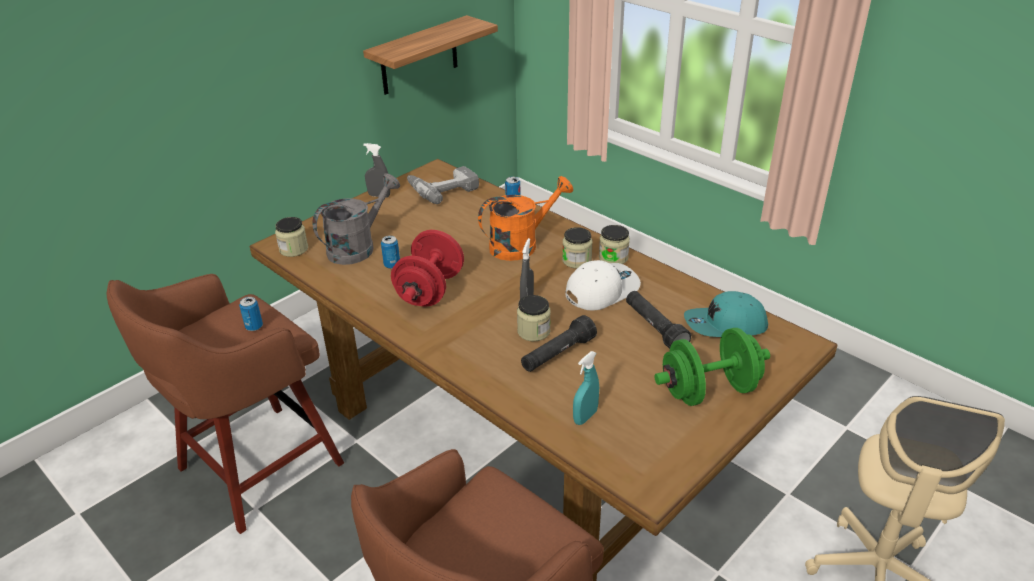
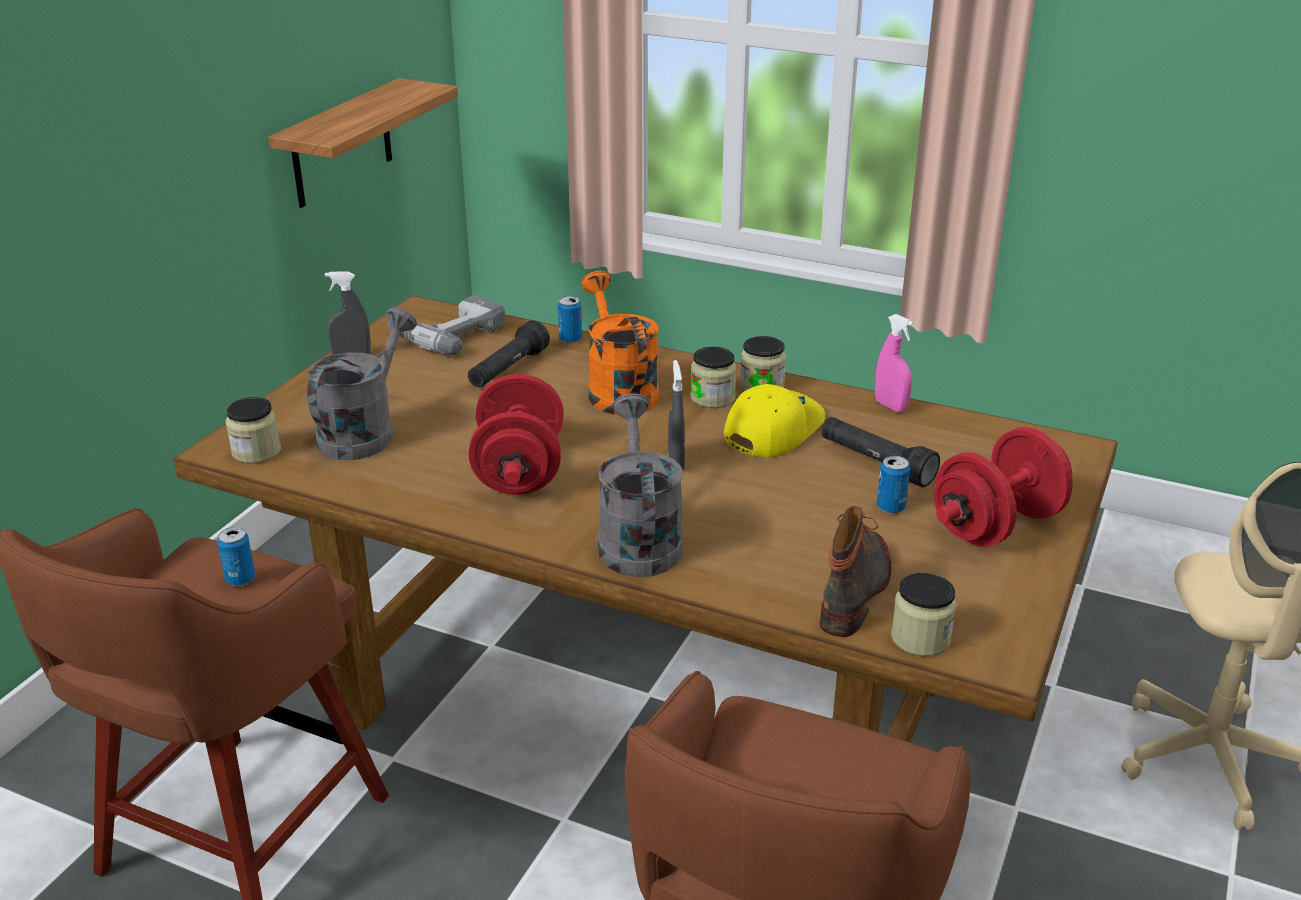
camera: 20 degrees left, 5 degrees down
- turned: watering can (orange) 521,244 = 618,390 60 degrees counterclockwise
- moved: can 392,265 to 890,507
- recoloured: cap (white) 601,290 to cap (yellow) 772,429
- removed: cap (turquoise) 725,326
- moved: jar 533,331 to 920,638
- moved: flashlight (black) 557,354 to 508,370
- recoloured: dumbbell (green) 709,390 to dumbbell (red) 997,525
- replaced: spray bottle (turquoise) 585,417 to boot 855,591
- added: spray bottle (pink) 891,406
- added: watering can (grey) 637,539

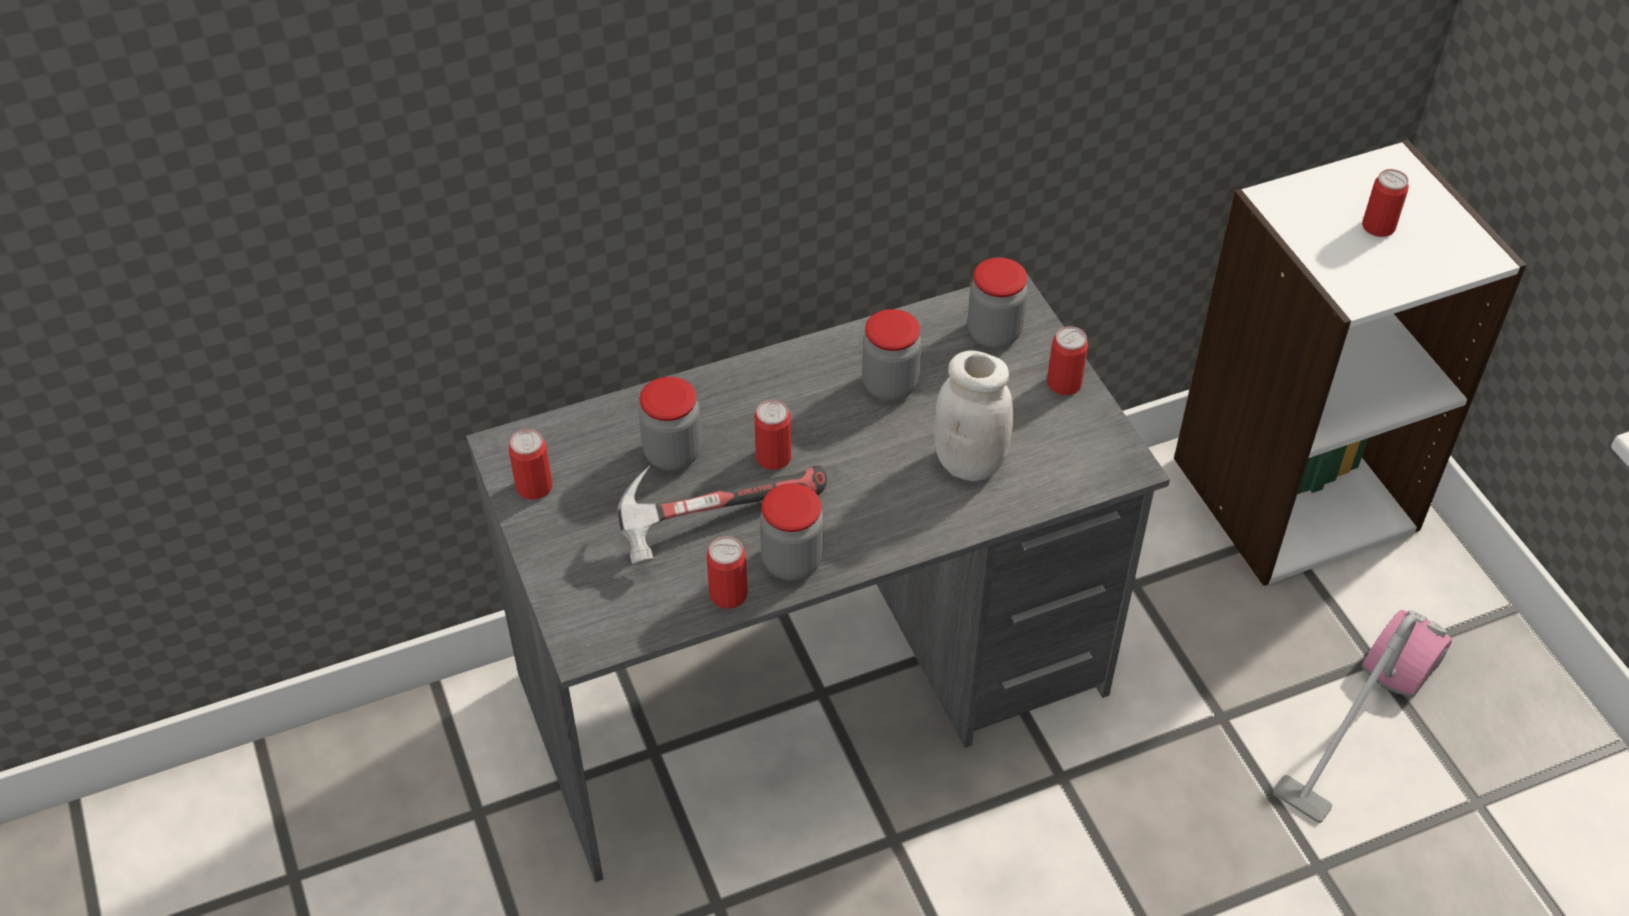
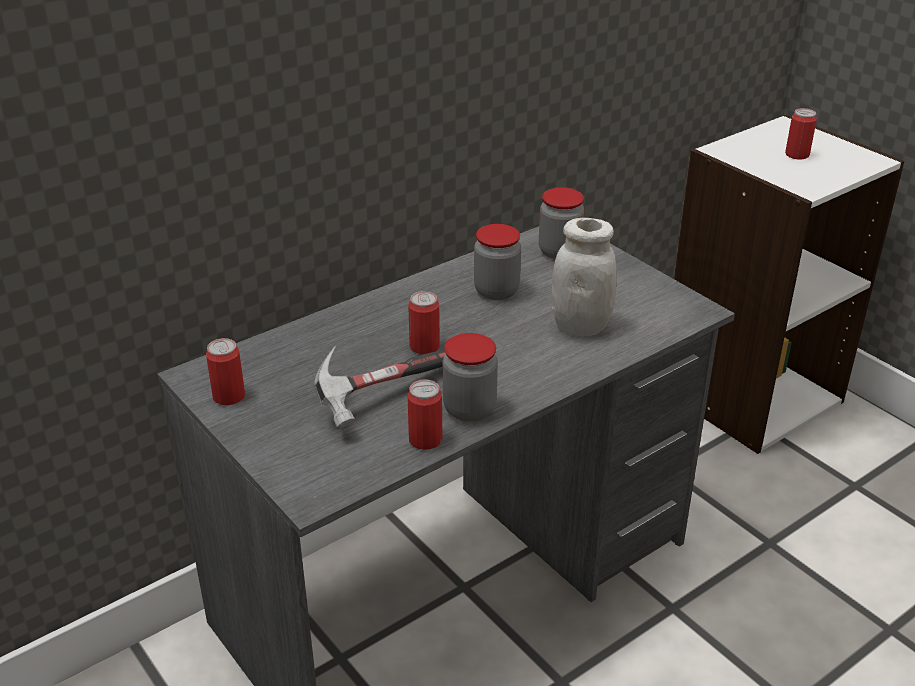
camera: 15 degrees left, 15 degrees down
- removed: can 1064,383
- removed: jar 672,453
- removed: vacuum cleaner 1360,720

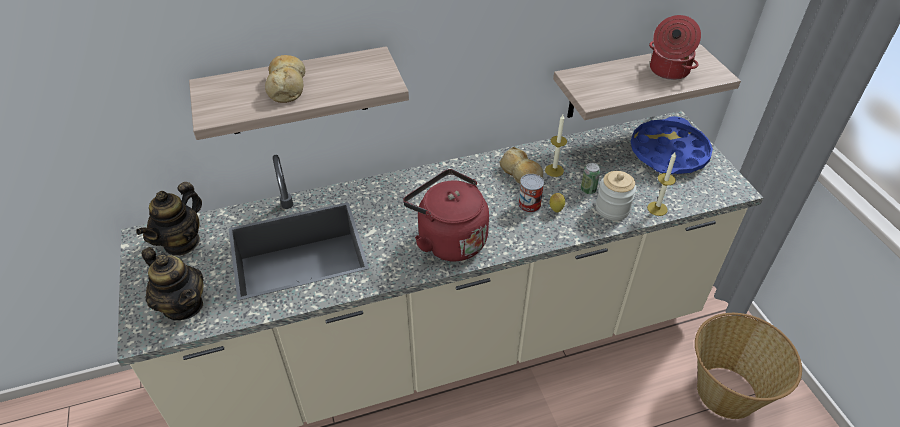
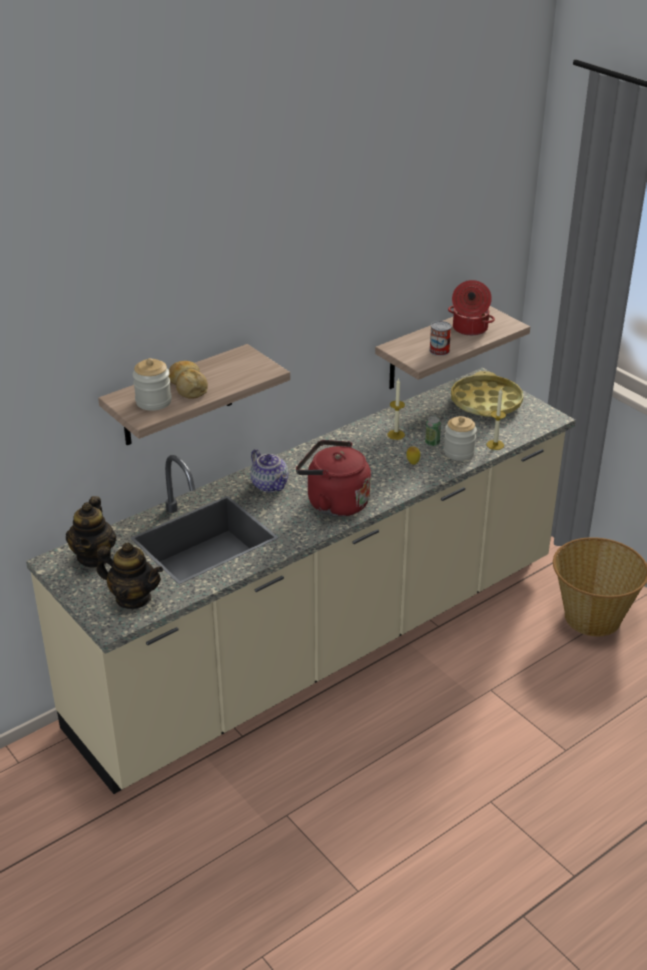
camera: 20 degrees left, 10 degrees down
- recoloured: tray (blue) 668,152 to tray (yellow) 486,402
- removed: bread 521,173
- moved: can 529,204 to 439,350
- added: jar 153,402
- added: teapot 270,485

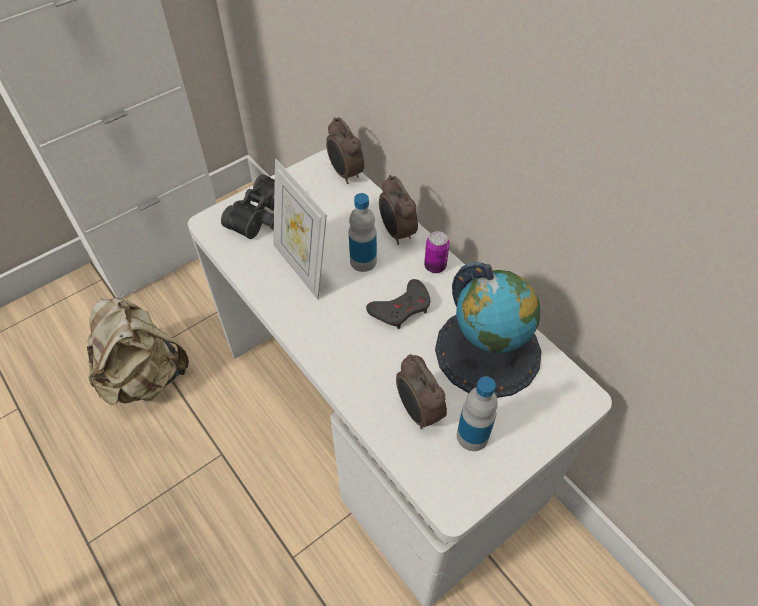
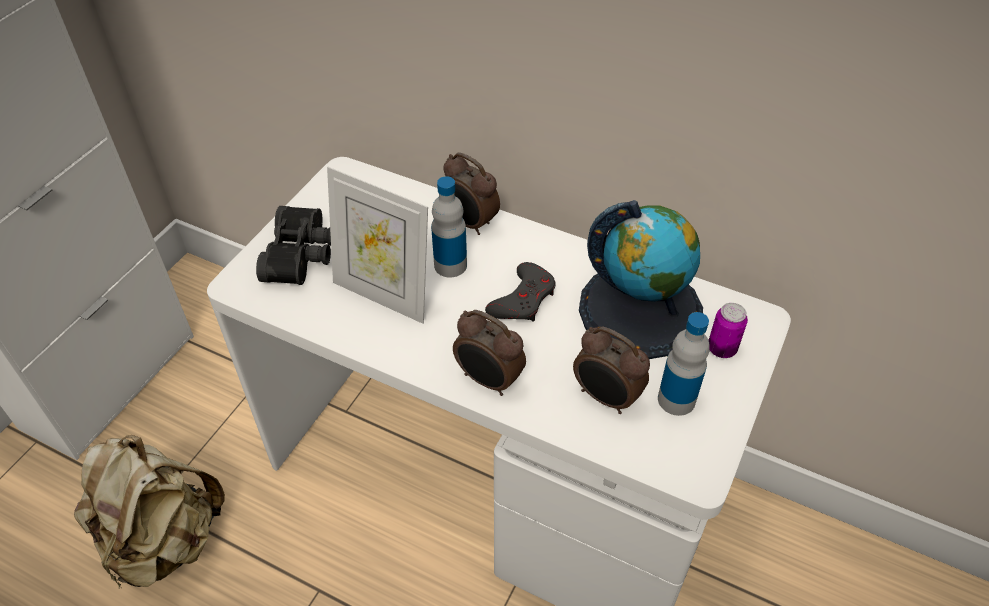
camera: 25 degrees left, 5 degrees down
- moved: alarm clock 345,174 to 488,380
- moved: can 435,266 to 721,349

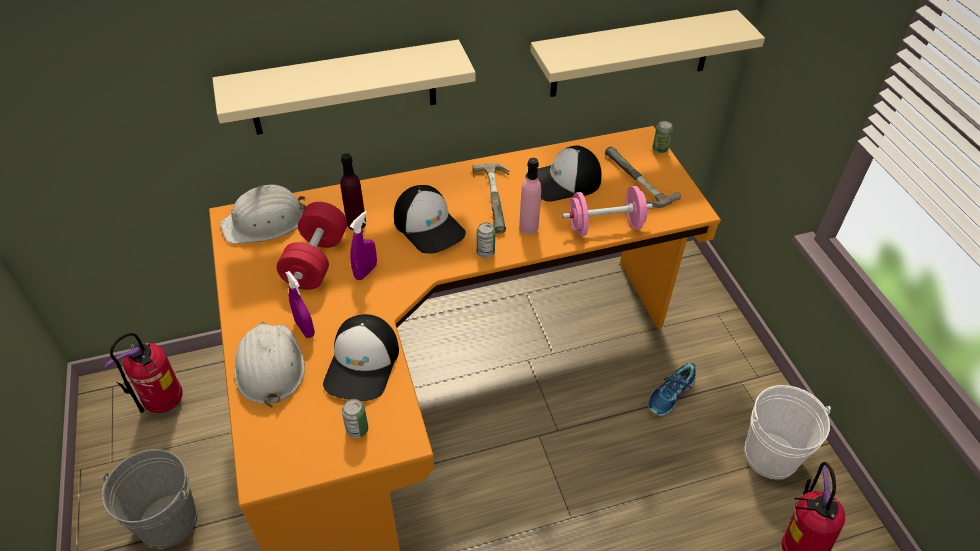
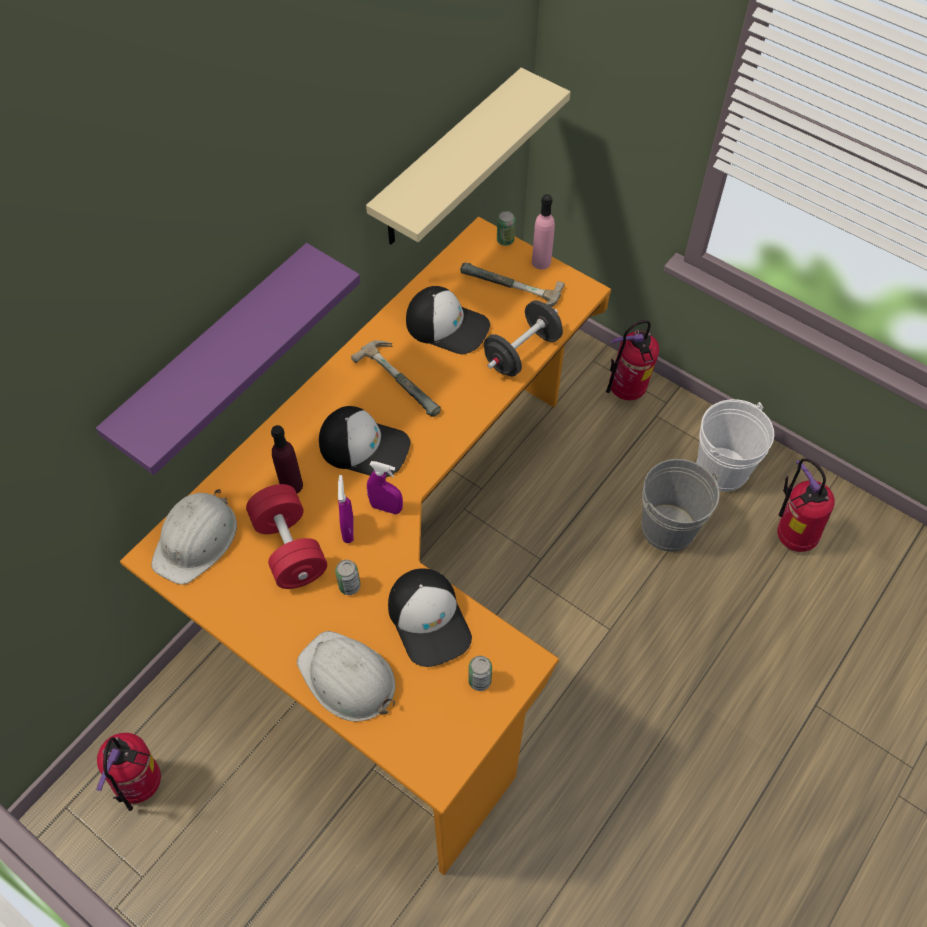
camera: 35 degrees left, 10 degrees up
- recoloured: shelf (beige) 344,88 to shelf (purple) 215,356
- turned: cap 563,182 = 447,325 105 degrees counterclockwise
- moved: bottle (pink) 528,227 to 541,262
- recoloured: dumbbell (pink) 605,226 to dumbbell (black) 522,352
- moved: can 485,252 to 349,586
- moved: spray bottle (purple) 305,329 to 386,507
- removed: shoe 671,395
- moved: bucket (grey) 168,521 to 668,528
- added: fire extinguisher 626,392

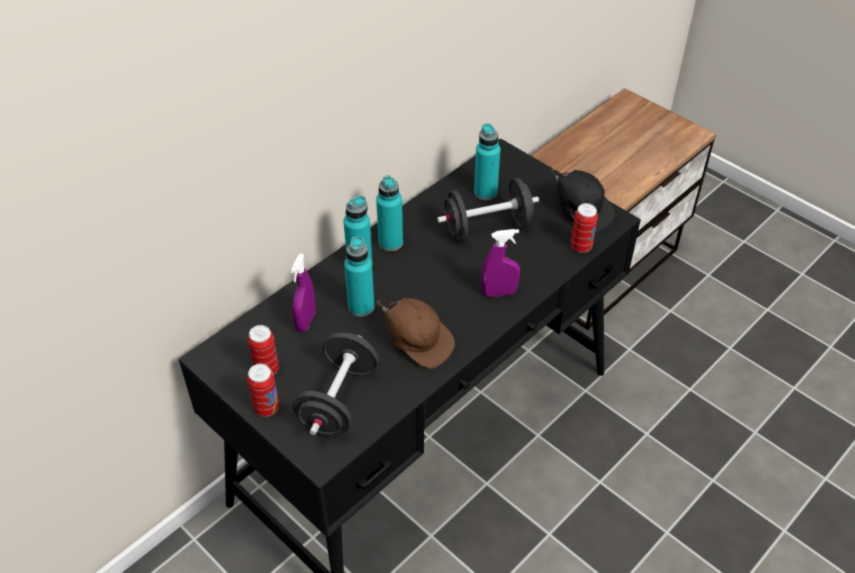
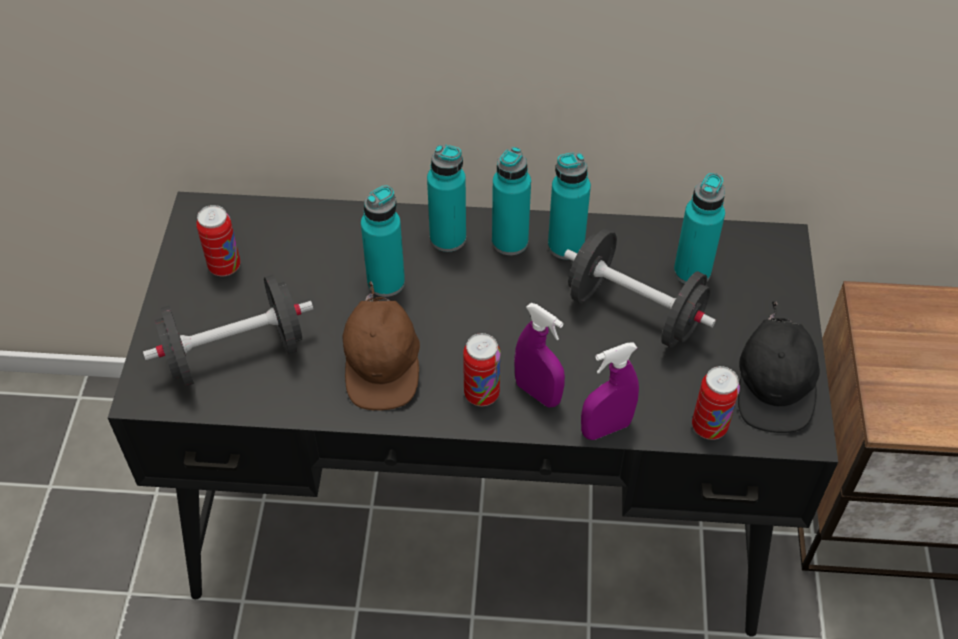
camera: 50 degrees right, 5 degrees up
- moved: spray bottle (purple) 306,321 to 606,428
- moved: can 266,408 to 481,394
- added: bottle (turquoise) 566,246

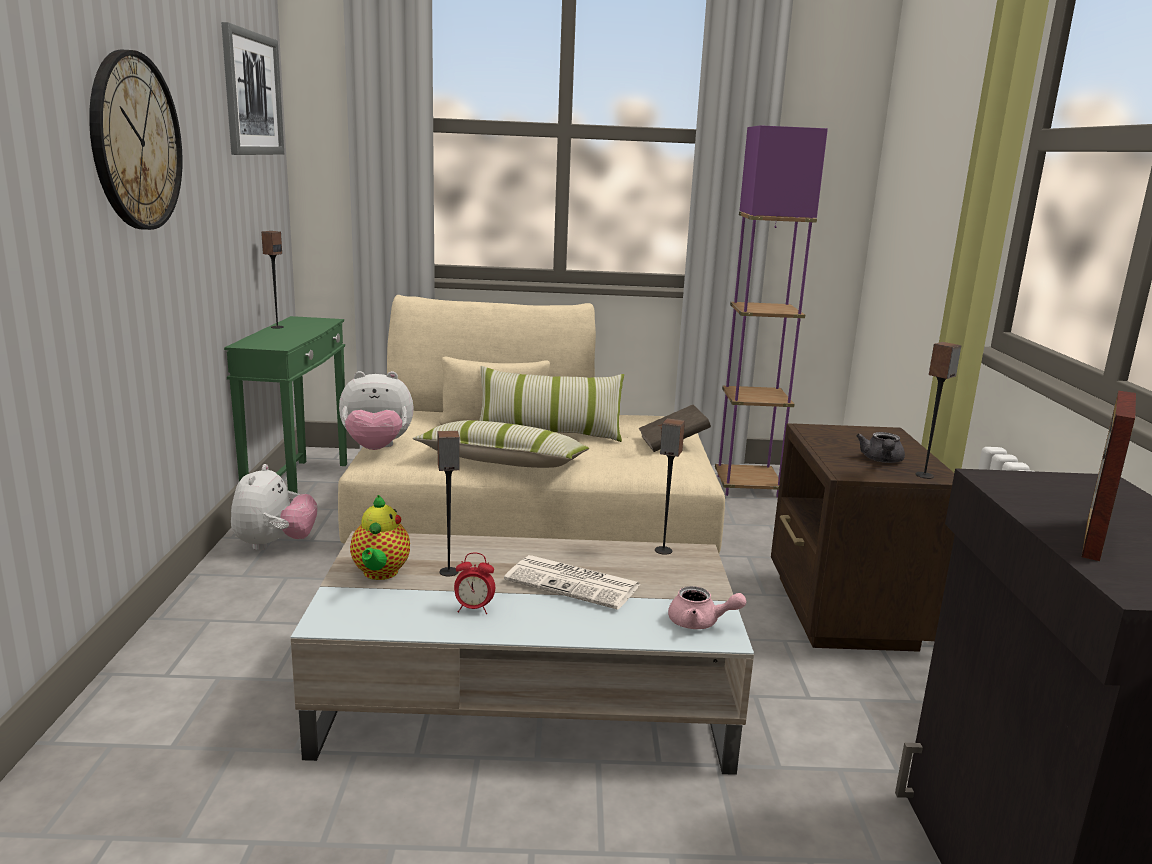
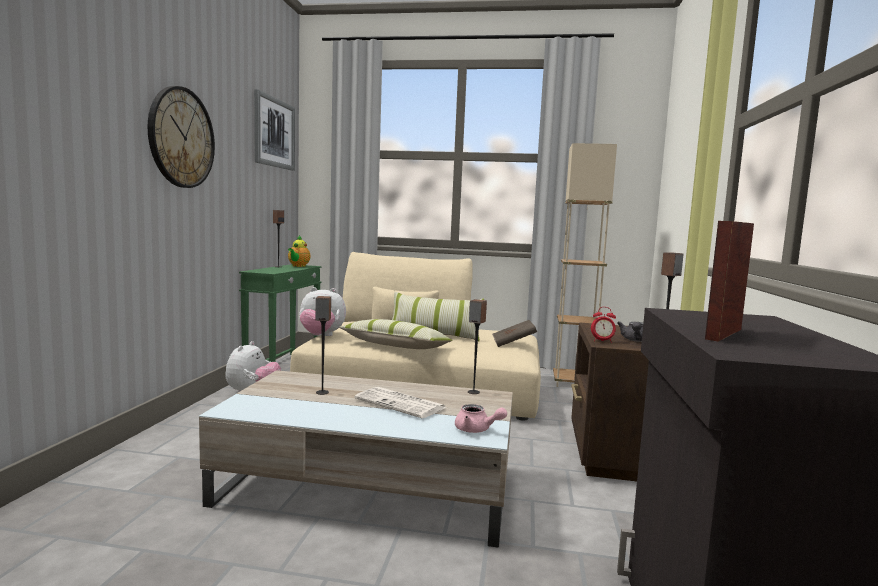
camera: 10 degrees right, 10 degrees down
- recoloured: floor lamp (purple) 747,486 to floor lamp (beige) 573,383
- moved: teapot 380,574 to 298,266
- moved: alarm clock 473,609 to 602,341

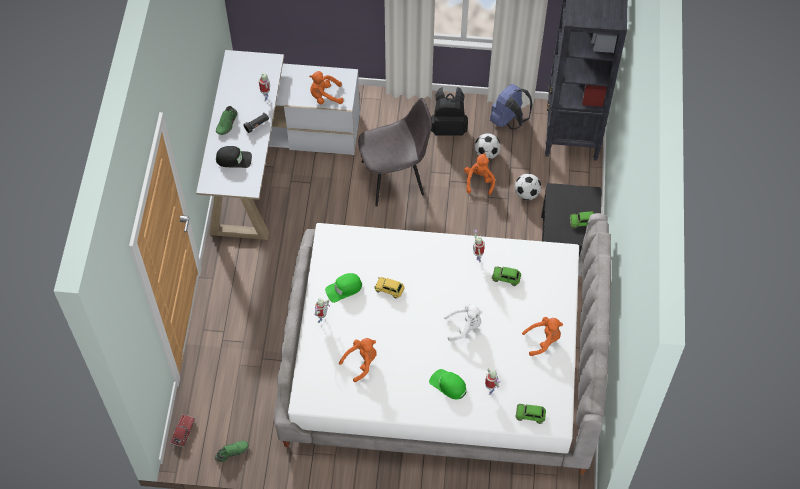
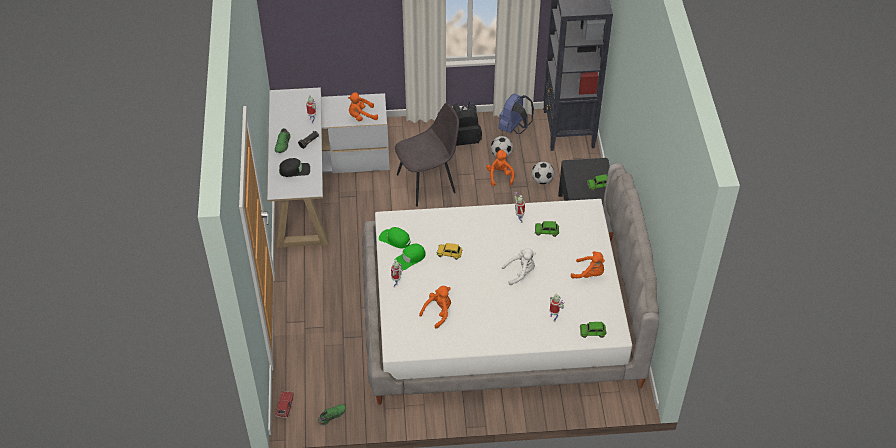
camera: 10 degrees left, 10 degrees down
- turned: plush toy (orange) 543,340 = 589,273 45 degrees clockwise
- moved: cap (green) 448,385 to 395,239

